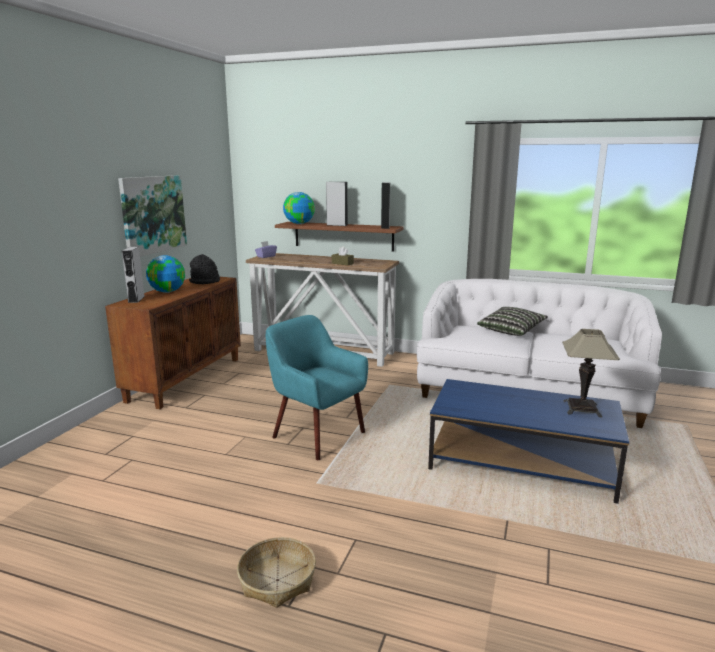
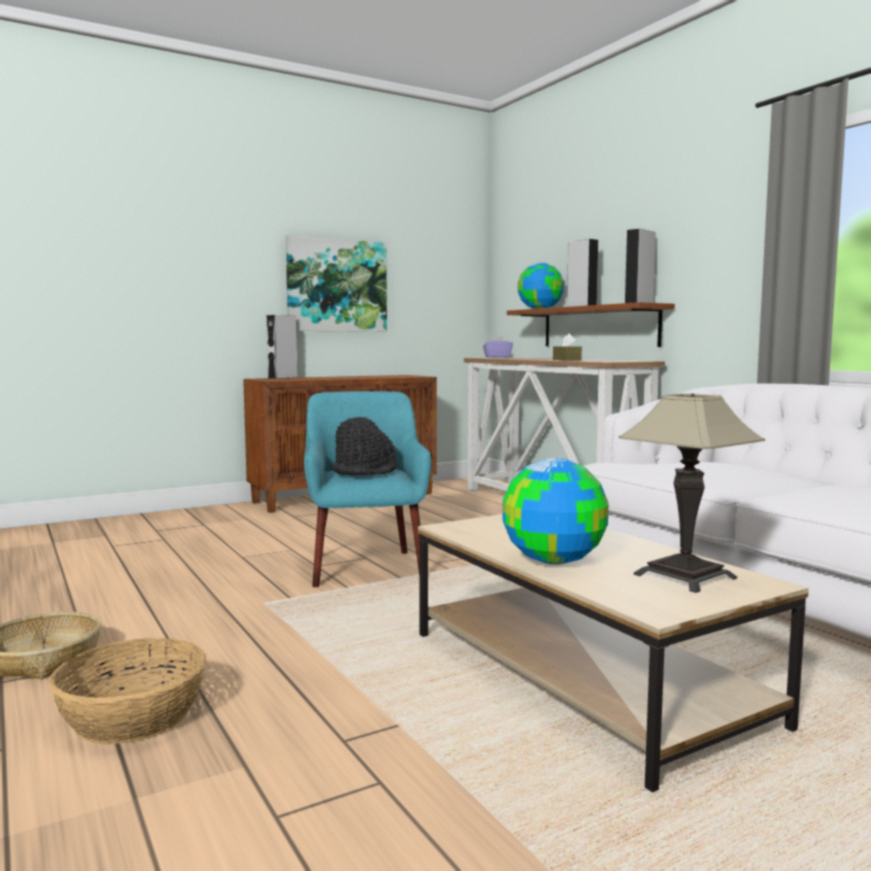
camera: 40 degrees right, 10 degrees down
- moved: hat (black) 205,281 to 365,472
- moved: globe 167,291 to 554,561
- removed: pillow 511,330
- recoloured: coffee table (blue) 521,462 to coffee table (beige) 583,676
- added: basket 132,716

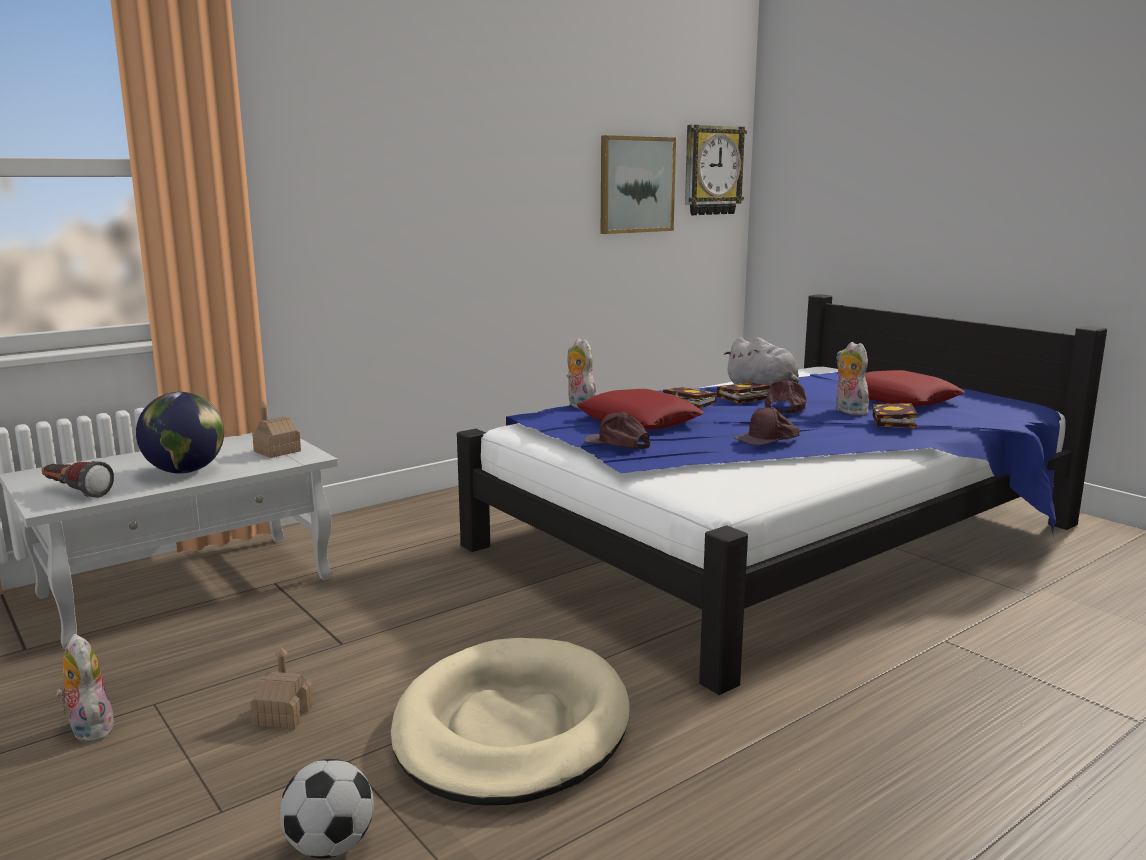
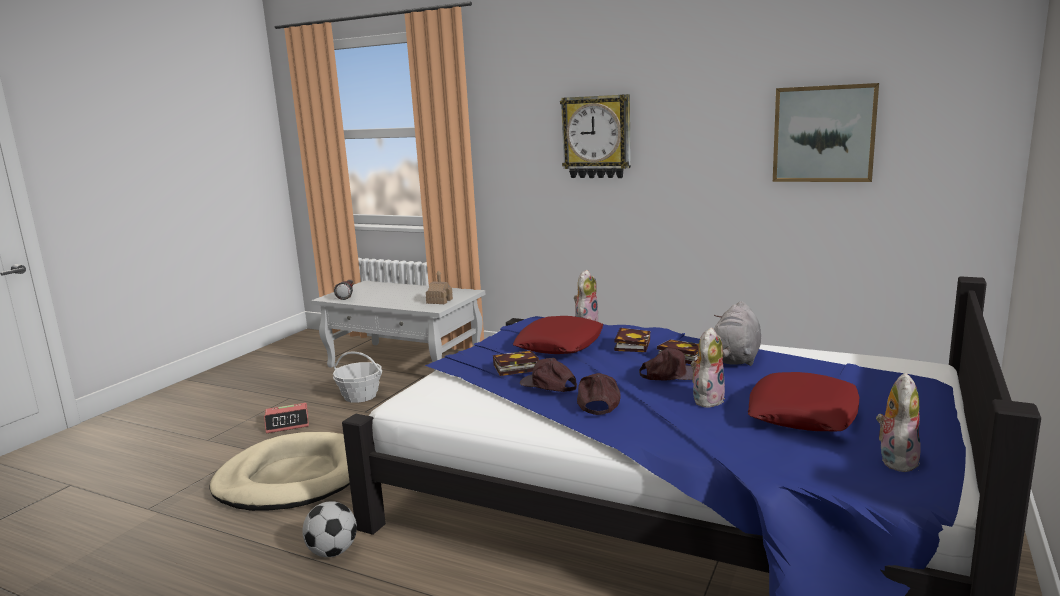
camera: 65 degrees right, 0 degrees up
- moved: wall clock 712,170 to 597,137
- removed: globe 185,471
- moved: book 895,422 to 514,368
- moved: cap (brown) 617,443 to 598,402
- moved: plush toy 88,729 to 895,459
- replaced: toy house 283,715 to alarm clock 288,424
- moved: football 331,846 to 333,552
- added: basket 360,396

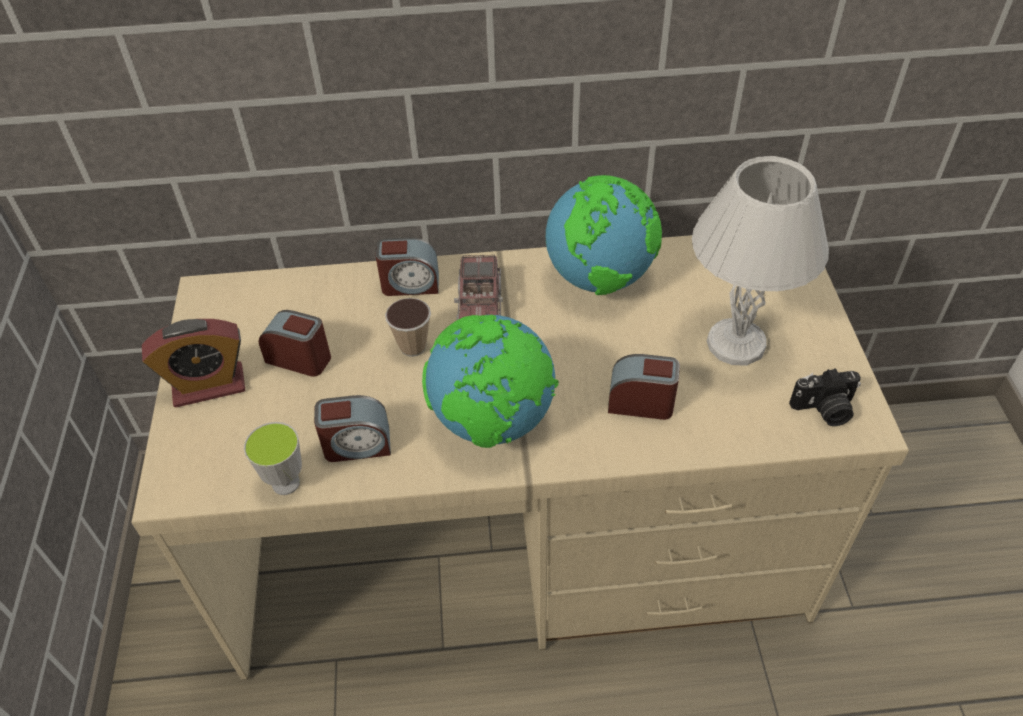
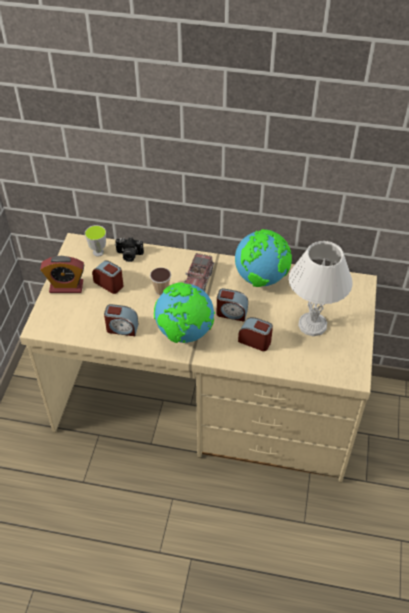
camera: 15 degrees right, 0 degrees up
- moved: alarm clock 410,284 to 231,313
- moved: photo camera 824,410 to 129,255
- moved: cup 286,483 to 98,252

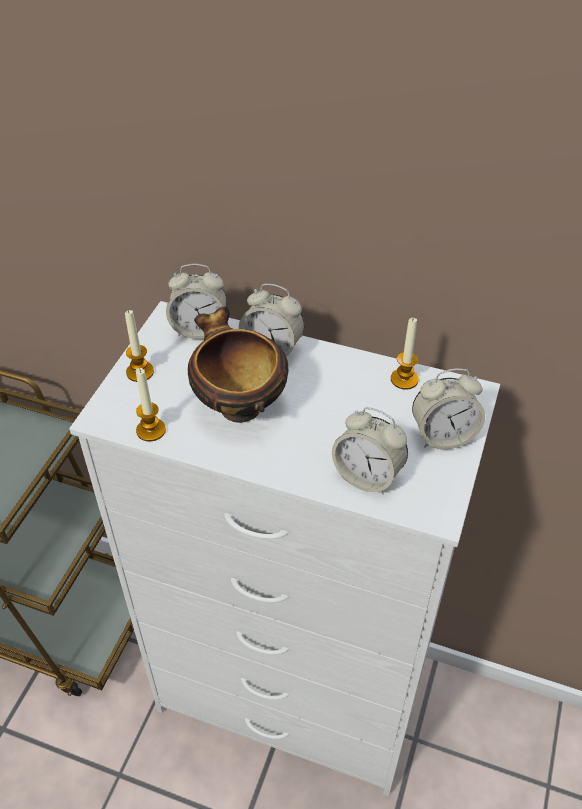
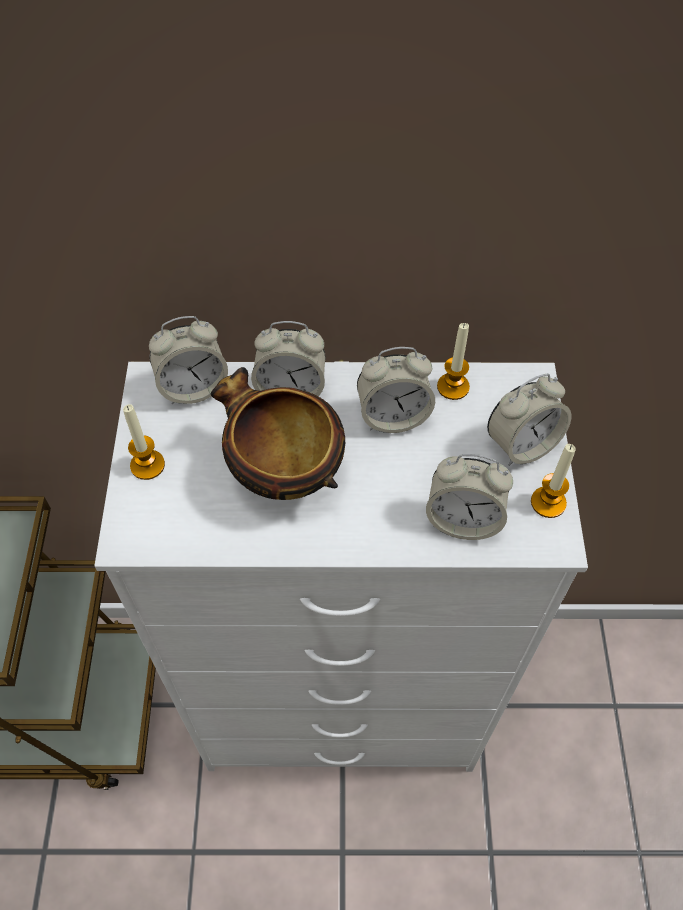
camera: 20 degrees left, 10 degrees up
- moved: candle 151,430 to 548,502
- added: alarm clock 393,416

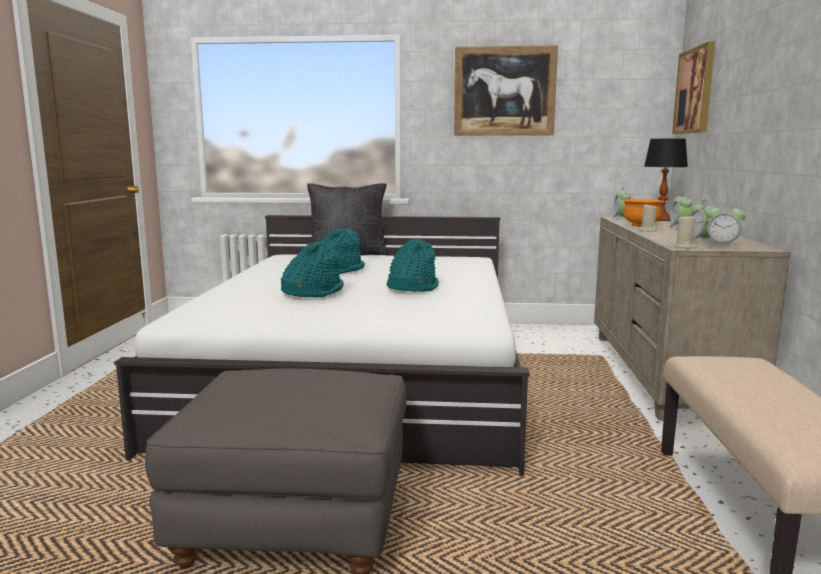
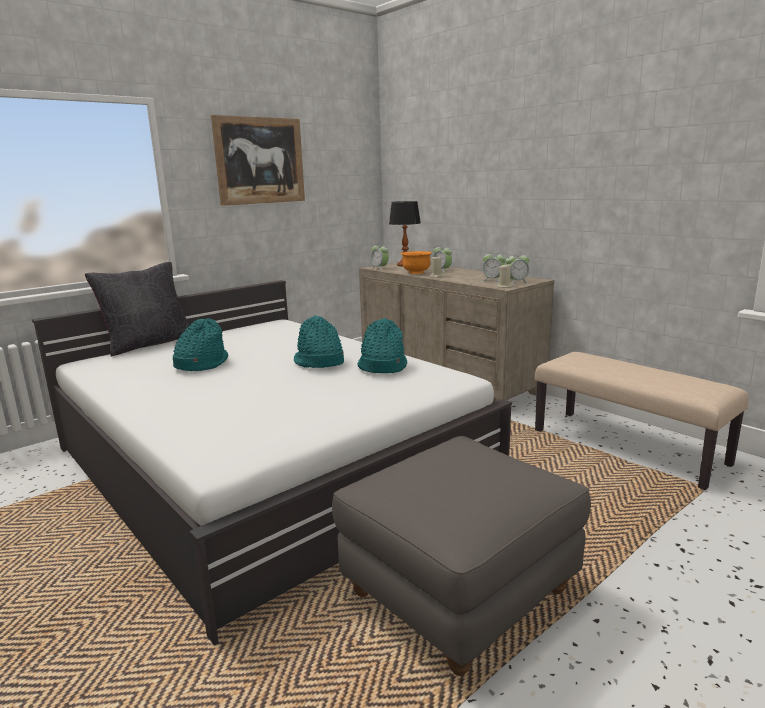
camera: 45 degrees left, 5 degrees up
- removed: picture 695,91
- moved: hat (turquoise) 312,292 to 381,366

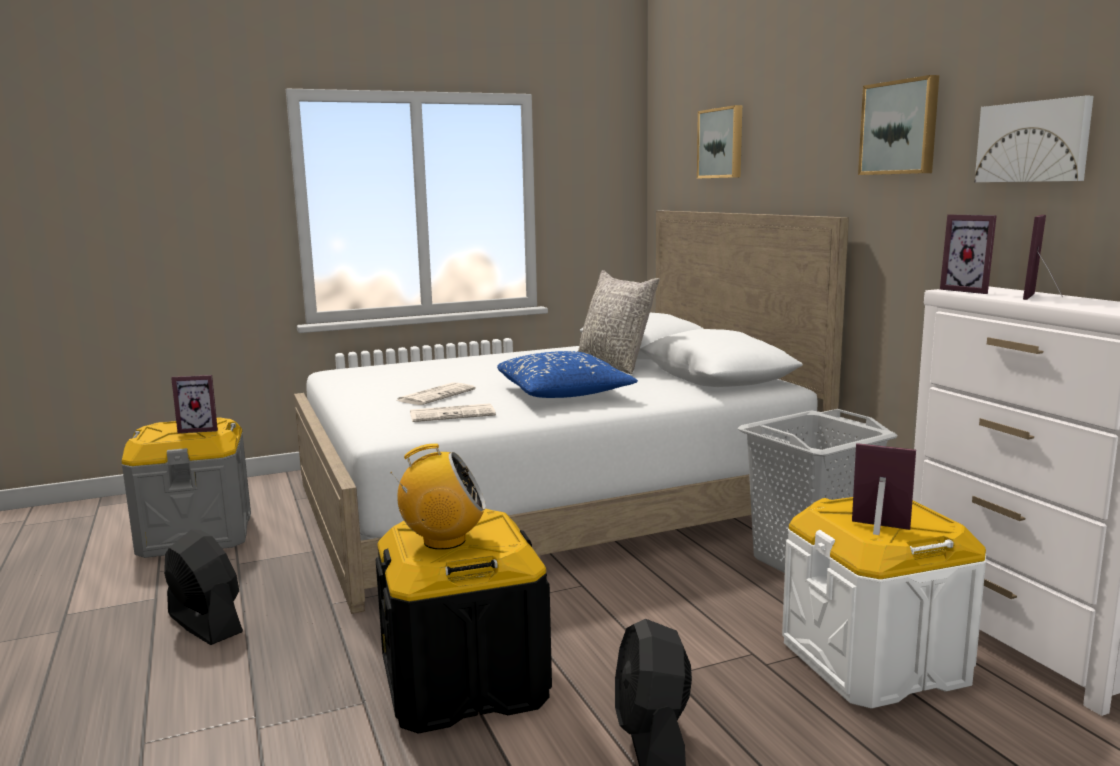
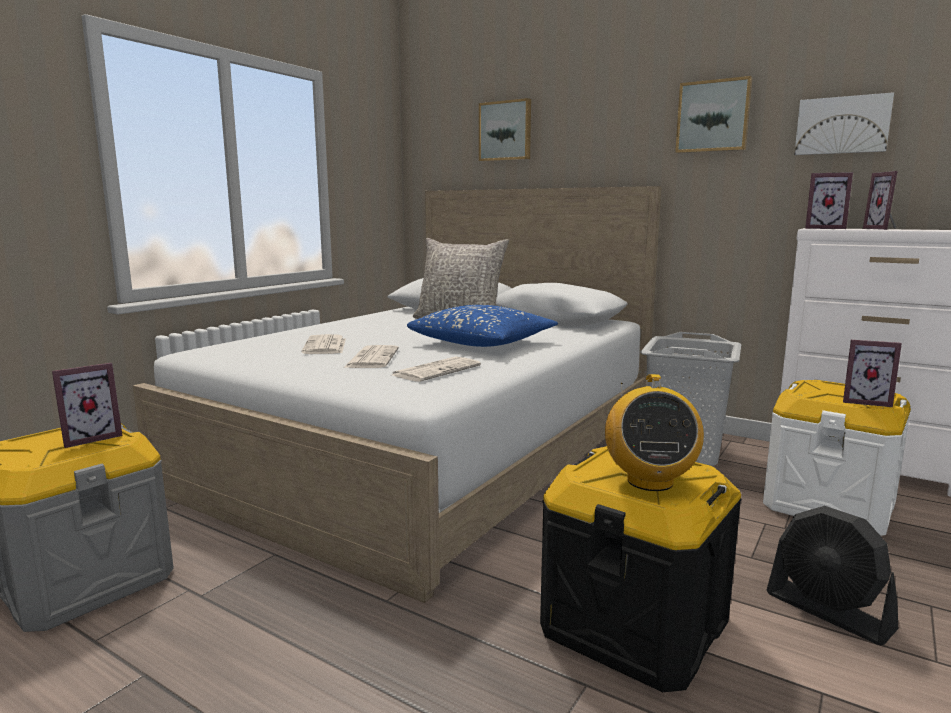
camera: 35 degrees left, 0 degrees up
- turned: radio 443,541 = 649,481 135 degrees clockwise
- turned: picture frame 879,530 = 865,401 150 degrees counterclockwise
- removed: fan (black) 205,623
- added: newspaper 325,346

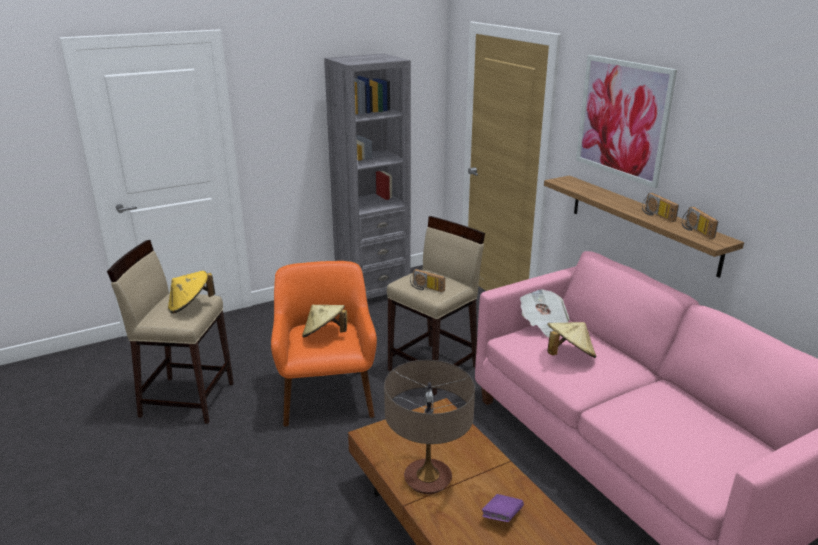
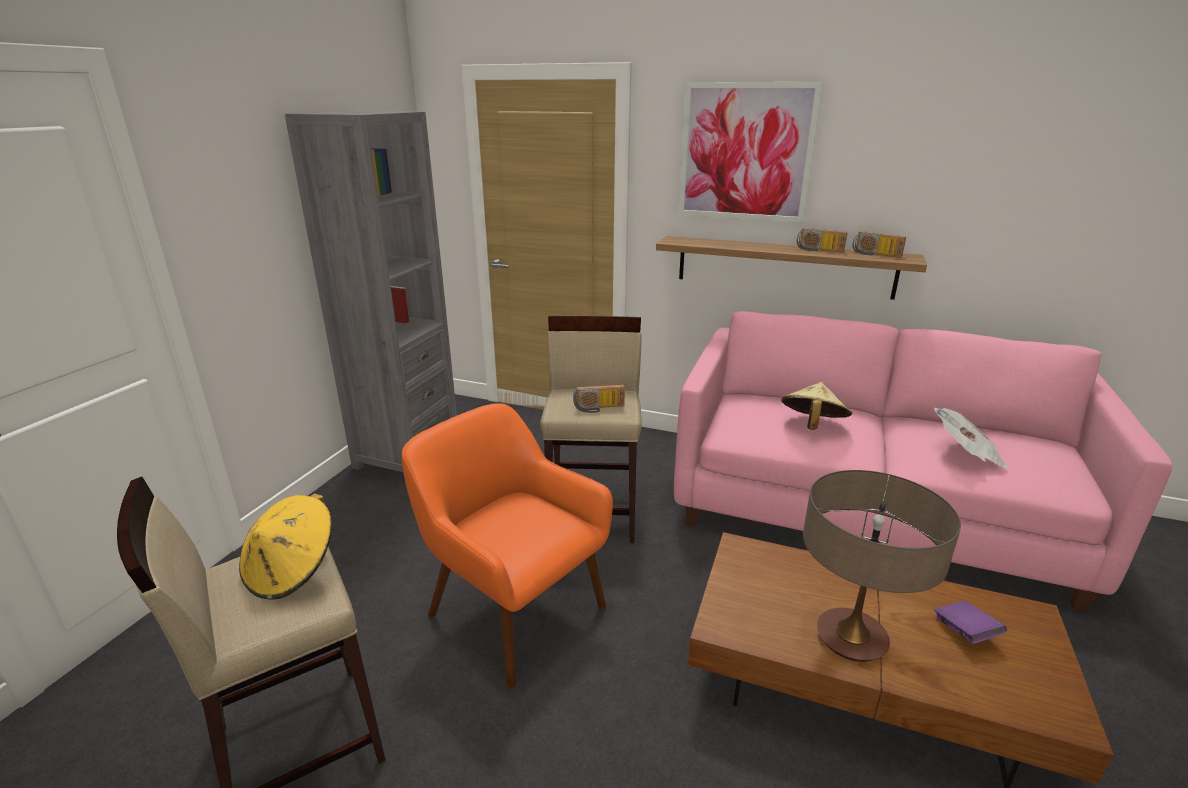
camera: 40 degrees left, 0 degrees up
- moved: newspaper 544,324 to 966,454
- removed: hat (beige) 324,335

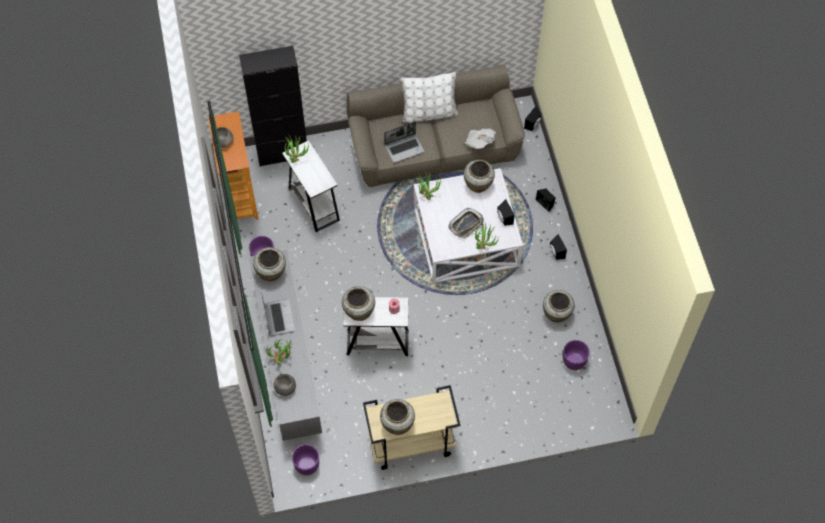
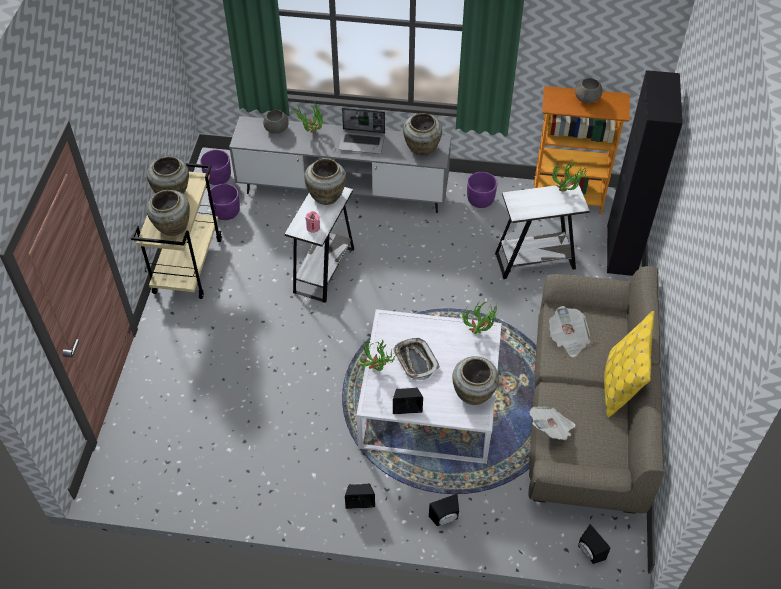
camera: 110 degrees right, 10 degrees down
- recoloured: pillow (white) 429,113 to pillow (yellow) 620,384
- replaced: laptop 404,148 to newspaper 568,338
- moved: vase (beige) 556,314 to 172,227
- moved: planter (purple) 574,361 to 226,212

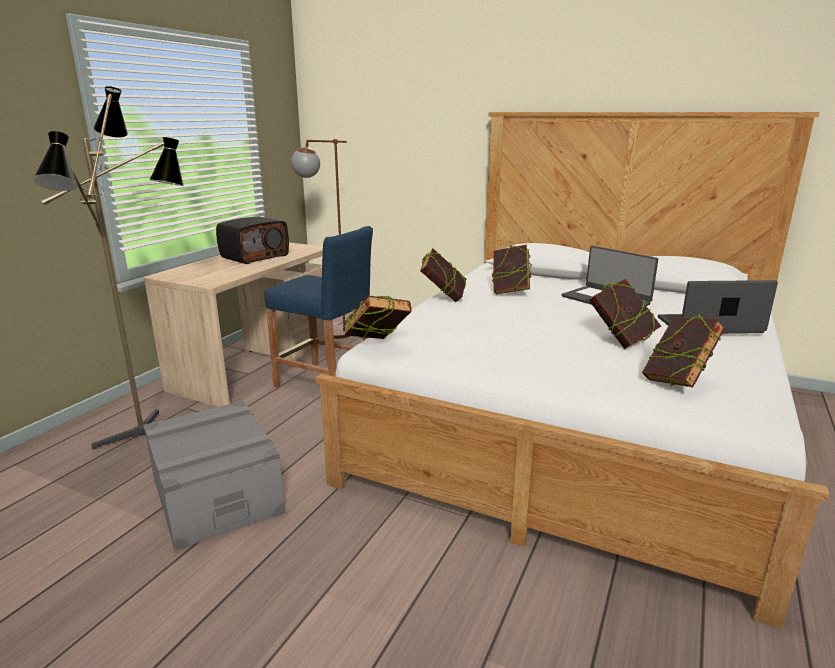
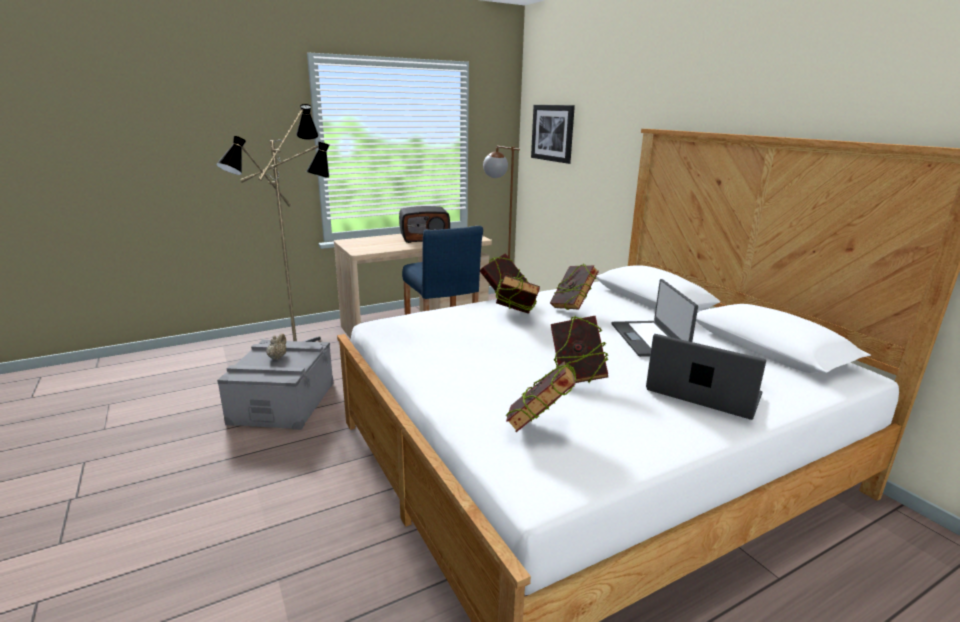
camera: 35 degrees right, 0 degrees up
- moved: book 377,347 to 516,317
- added: picture 552,133
- added: teapot (beige) 277,357

